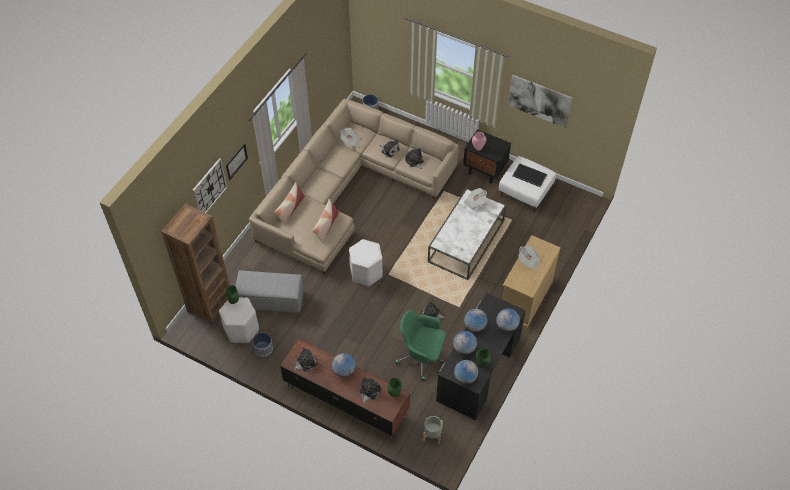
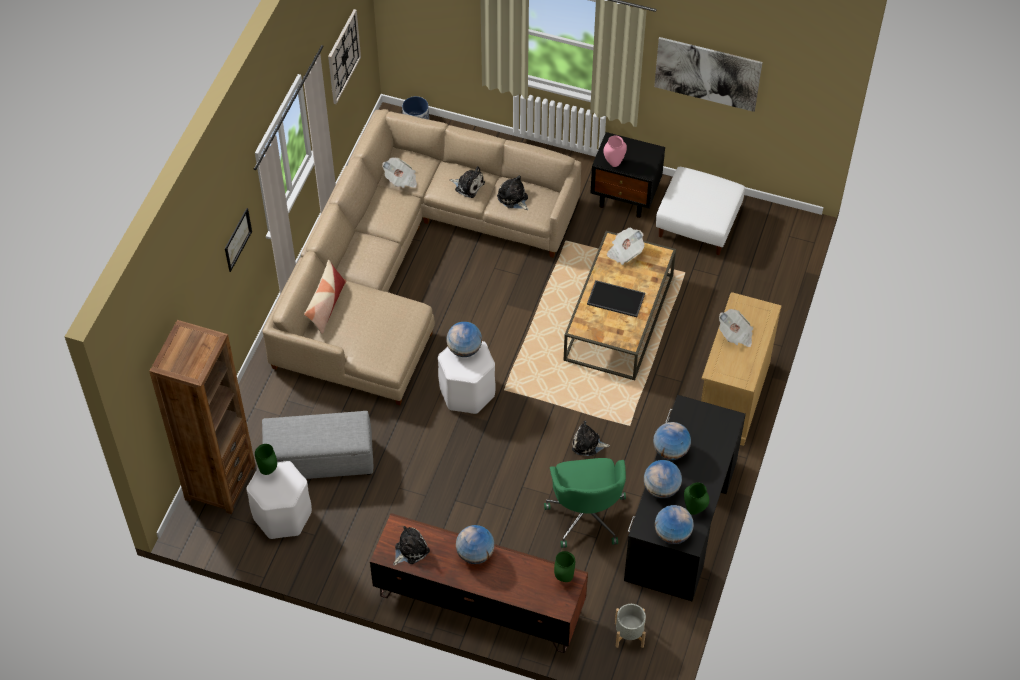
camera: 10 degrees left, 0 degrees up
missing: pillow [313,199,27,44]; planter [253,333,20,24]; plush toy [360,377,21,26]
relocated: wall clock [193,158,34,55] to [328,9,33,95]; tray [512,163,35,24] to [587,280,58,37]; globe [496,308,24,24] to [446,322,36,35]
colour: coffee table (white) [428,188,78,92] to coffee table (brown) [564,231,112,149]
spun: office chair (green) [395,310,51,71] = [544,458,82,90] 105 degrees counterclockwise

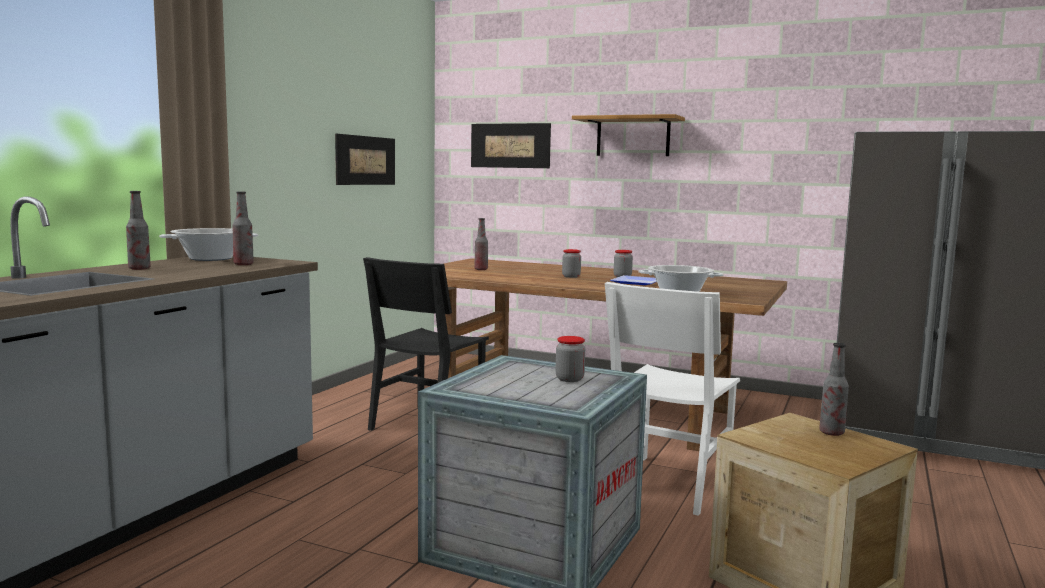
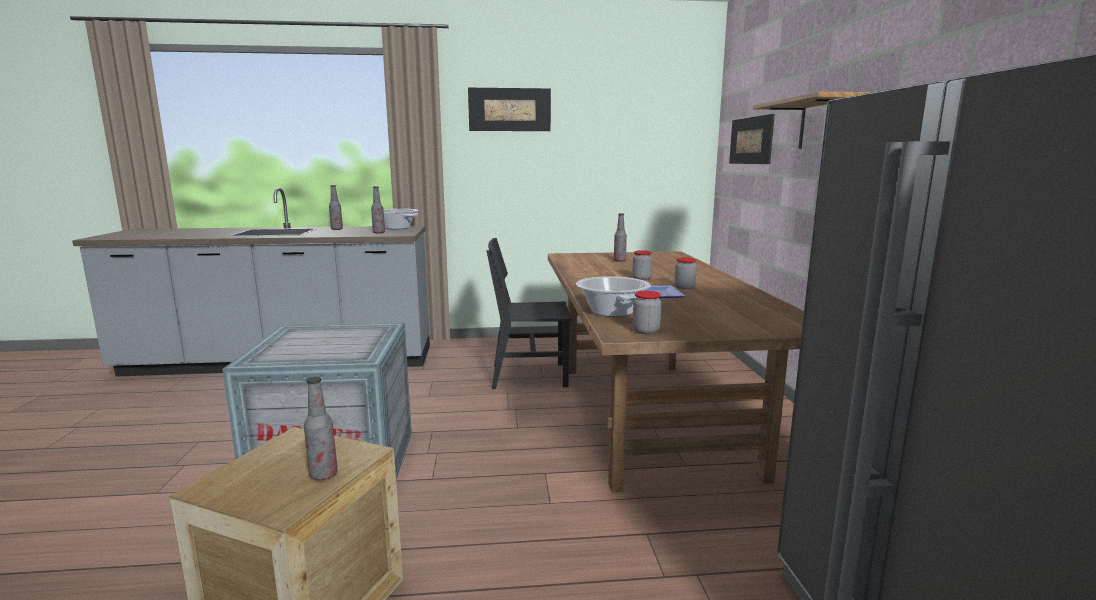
camera: 60 degrees right, 5 degrees up
missing: chair (white) [605,282,135,234]
relocated: picture [335,134,60,51] to [468,88,83,43]; jar [555,336,30,46] to [633,291,28,43]

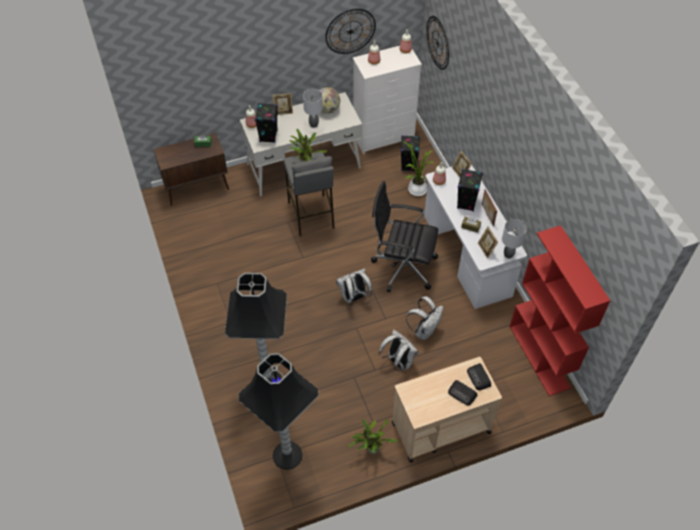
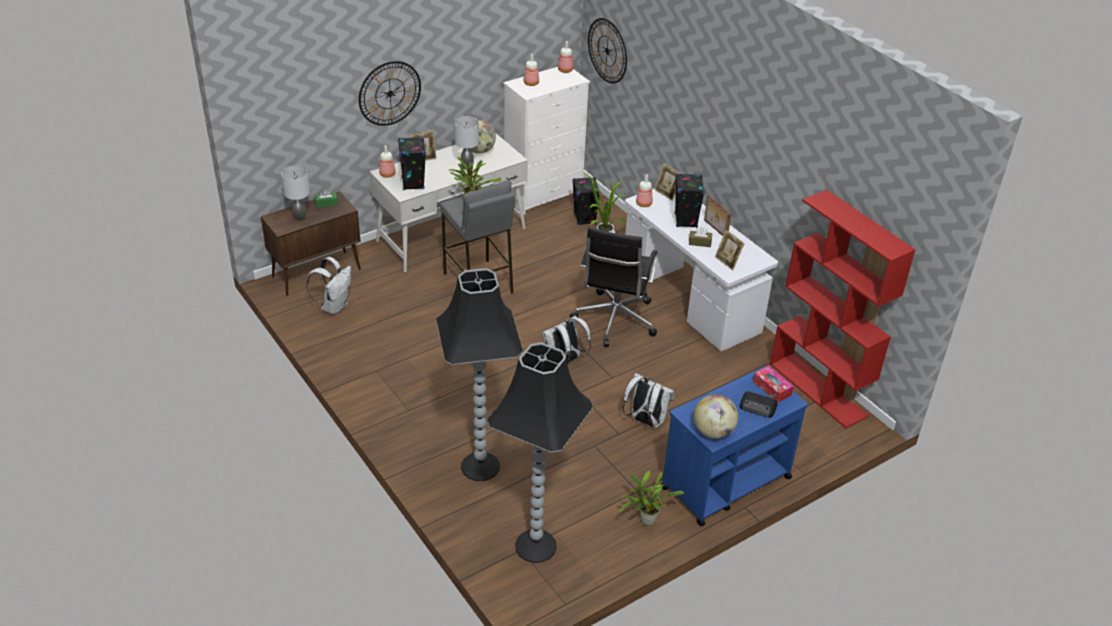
camera: 15 degrees left, 15 degrees down
appeared: globe [694,394,44,45]
relocated: wall clock [325,9,51,45] to [359,61,62,65]; table lamp (grey) [502,219,25,39] to [281,165,29,56]; backpack (white) [406,296,37,44] to [306,257,45,58]
exchanged: radio [467,363,24,27] to tissue box [753,366,41,37]
colour: cart (beige) [392,357,110,106] to cart (blue) [661,367,147,159]
spun: office chair (black) [371,181,67,111] = [570,227,88,120] 75 degrees counterclockwise

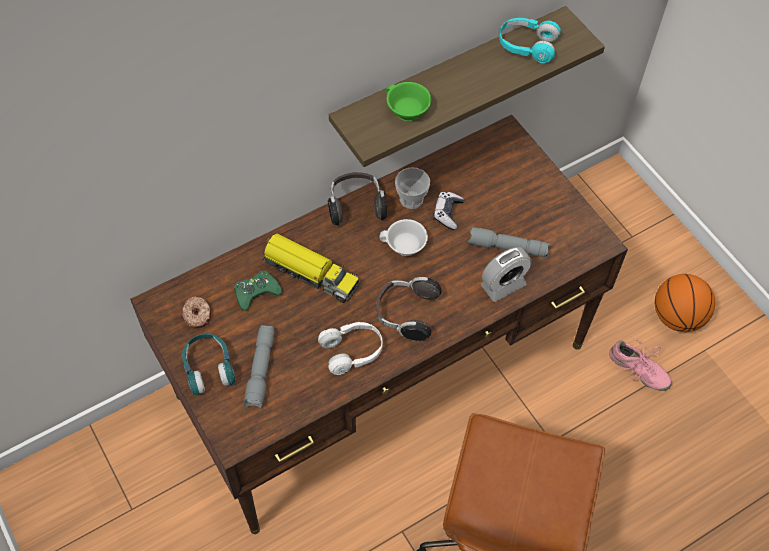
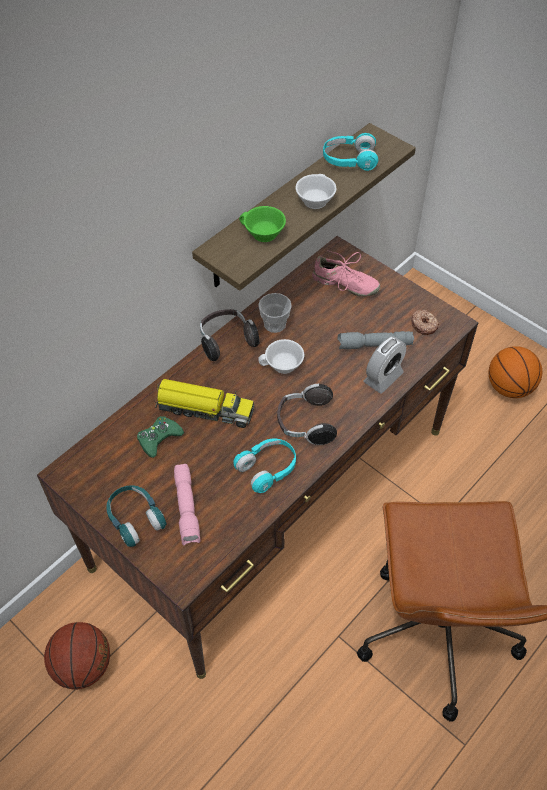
camera: 15 degrees left, 5 degrees down
missing: game controller [433,191,31,39]
appeared: cup (white) [296,174,41,35]; basketball [44,622,66,68]
relocated: donut [182,296,29,32] to [411,310,28,25]; shoe (pink) [609,335,63,56] to [312,250,68,46]
colour: headphones (white) [318,322,65,53] to headphones (turquoise) [233,438,63,55]; flashlight (grey) [244,325,30,84] to flashlight (pink) [174,464,27,81]

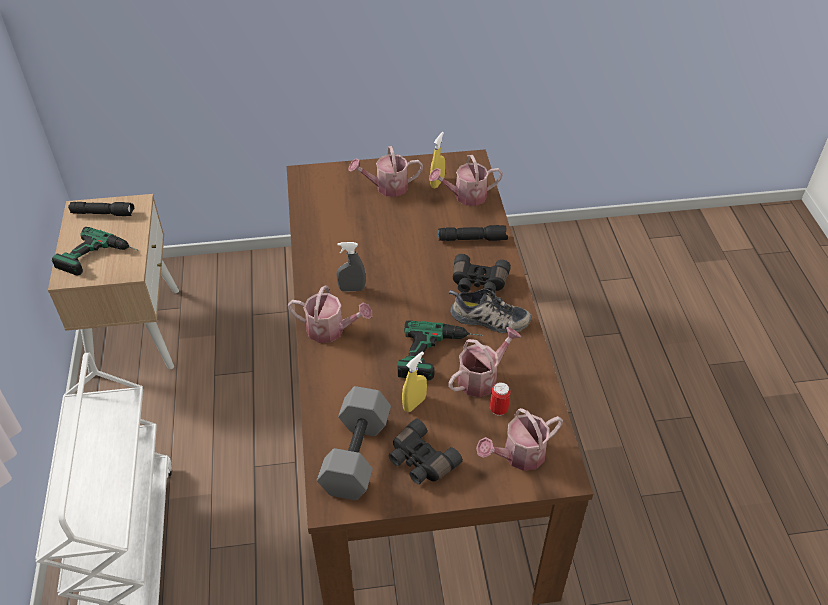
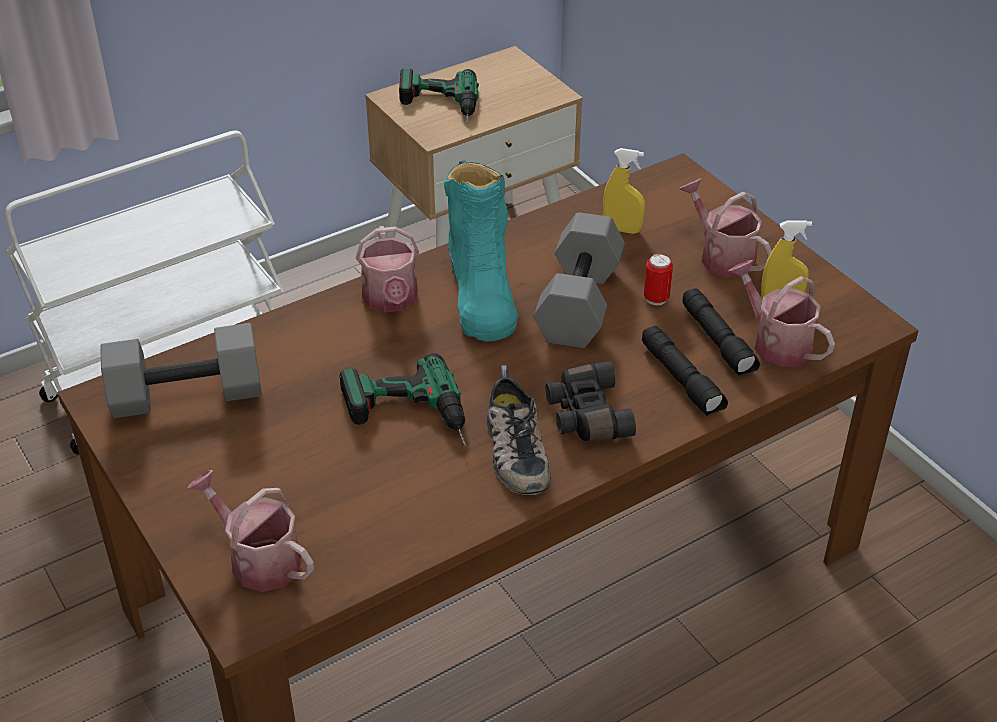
camera: 65 degrees right, 5 degrees down
missing: watering can [448,327,73,70]; binoculars (black) [389,419,74,65]
appeared: dumbbell (grey) [533,212,92,136]
relocated: flashlight (black) [68,202,66,14] to [682,288,78,88]; spray bottle (yellow) [402,351,25,61] to [603,148,42,86]; can [490,382,21,34] to [644,254,29,52]
exchanged: spray bottle (grey) [336,242,29,50] to boot (turquoise) [444,160,74,181]

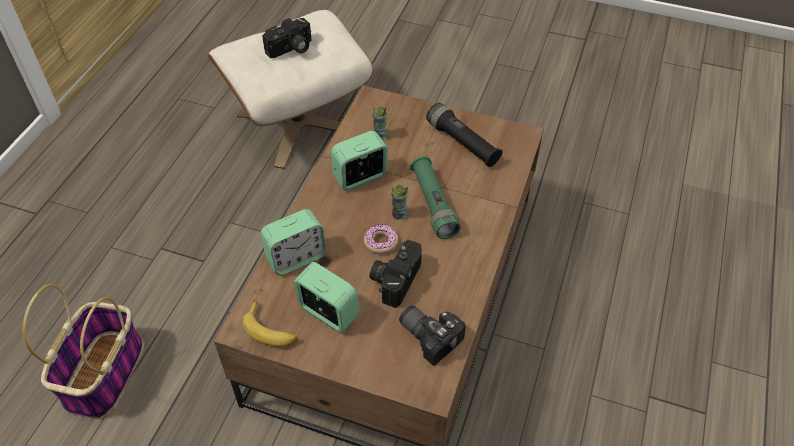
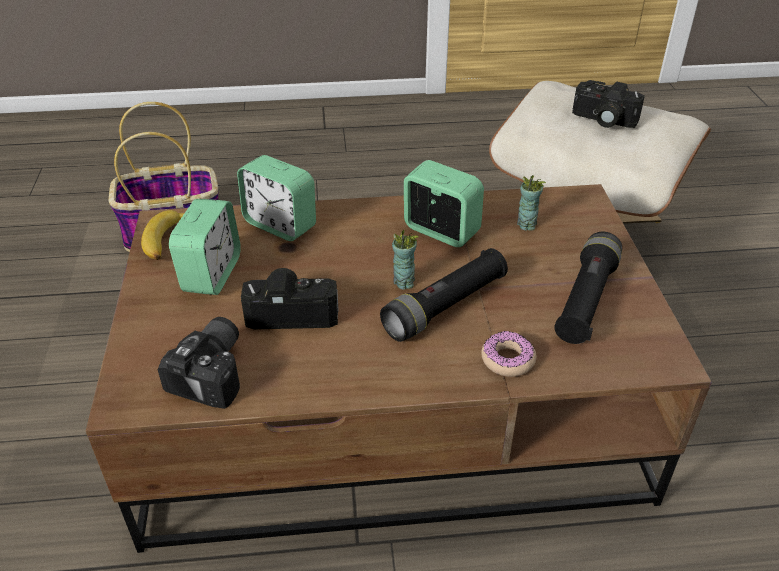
camera: 65 degrees right, 10 degrees down
relocated: donut [364,224,34,30] to [481,331,55,46]
colour: flashlight (green) [410,156,50,83] to flashlight (black) [380,248,128,94]

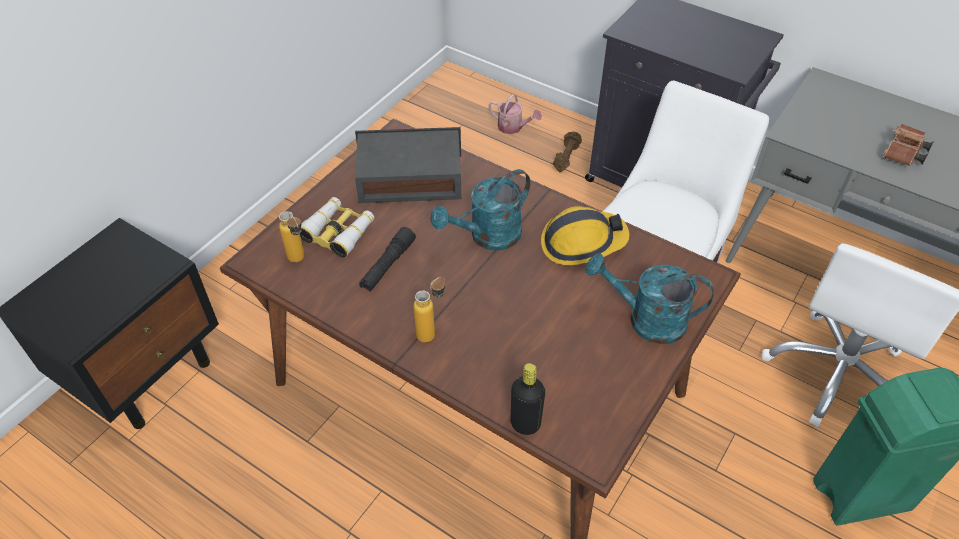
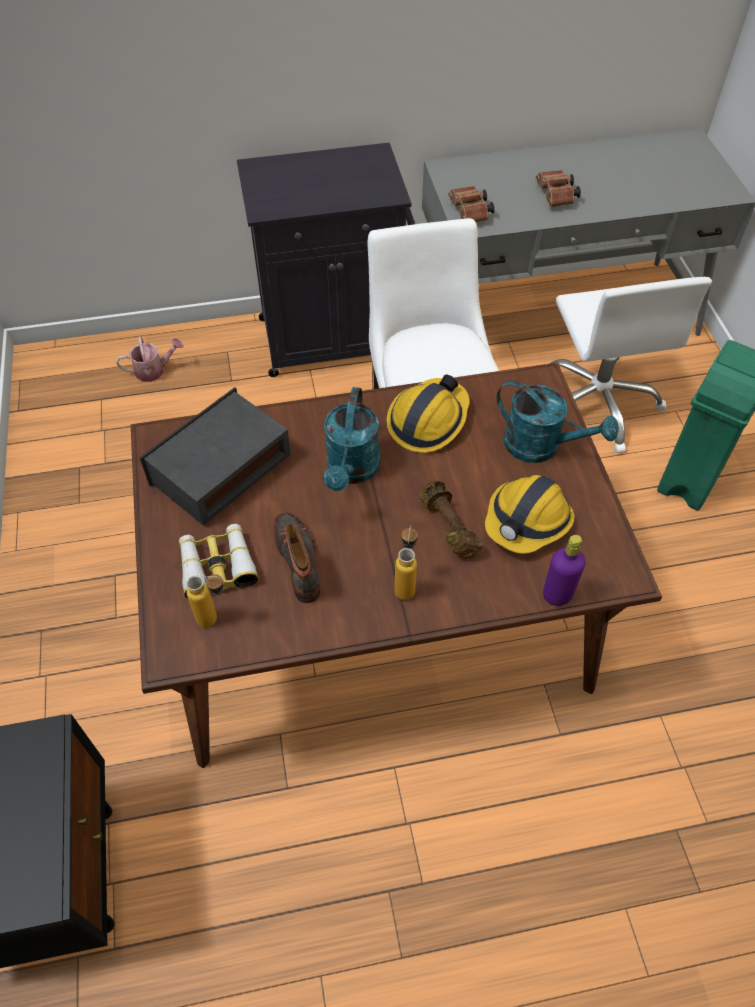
camera: 45 degrees left, 5 degrees up
appeared: binoculars (brown) [448,186,47,36]; hard hat [485,475,89,79]
relocated: dumbbell (brown) [553,132,29,40] to [420,481,62,78]
exchanged: flashlight (black) [359,227,57,65] to boot [274,512,46,91]
colour: bottle (black) [511,363,34,72] to bottle (purple) [543,535,42,71]
spun: watering can (turquoise) [586,253,128,91] = [496,380,123,83] 120 degrees counterclockwise

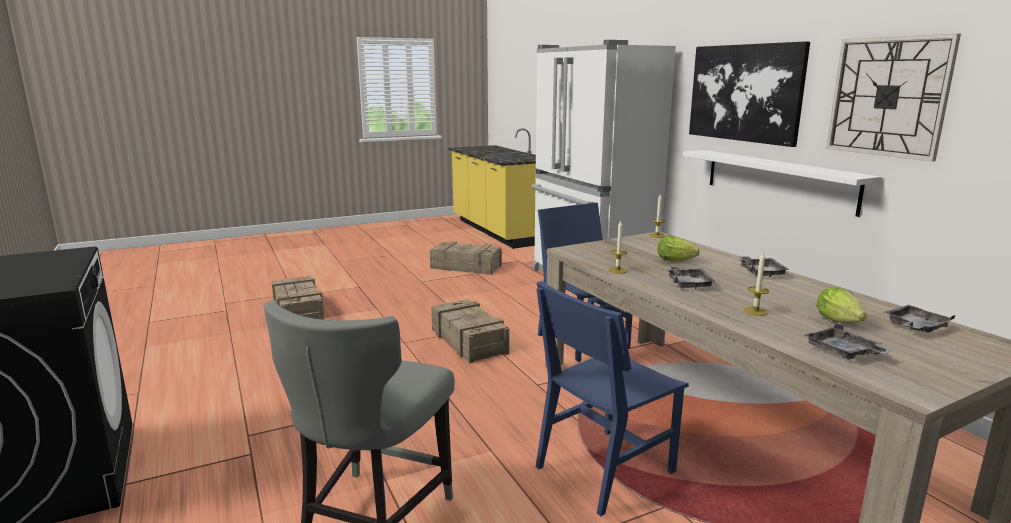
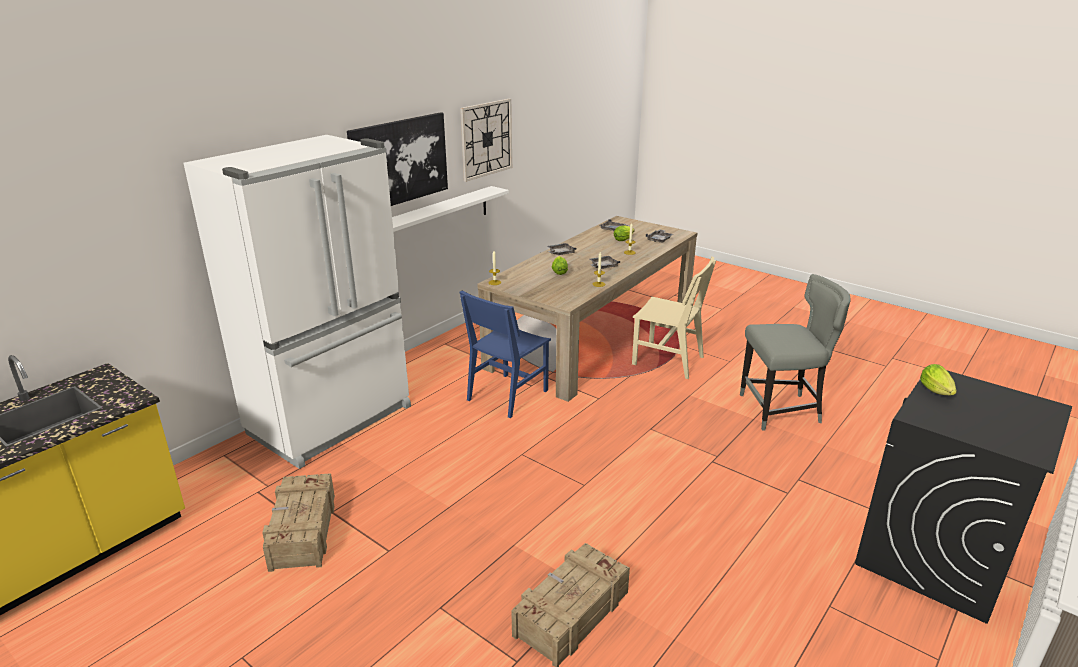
camera: 115 degrees left, 10 degrees up
missing: crate [431,299,78,65]
appeared: lettuce [920,364,37,31]
colour: chair (blue) [536,281,153,235] to chair (beige) [632,257,84,122]

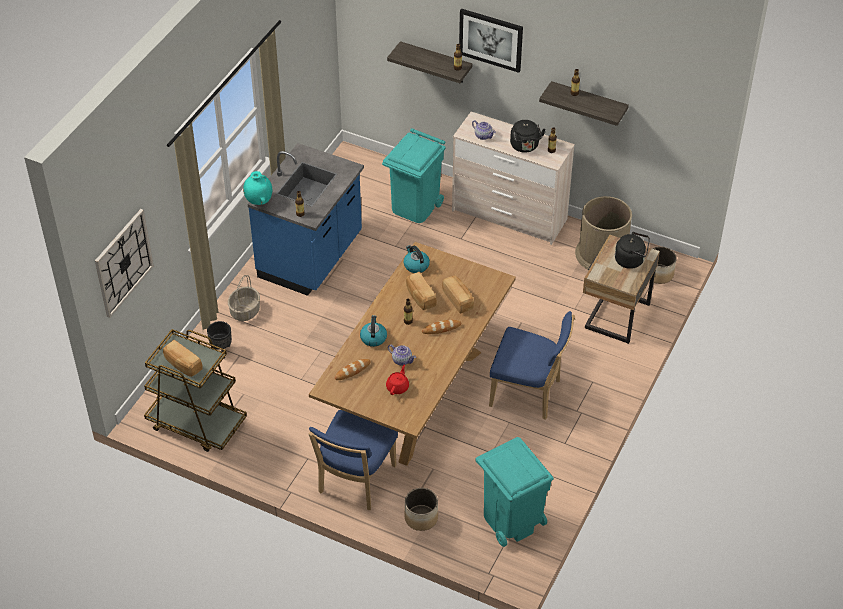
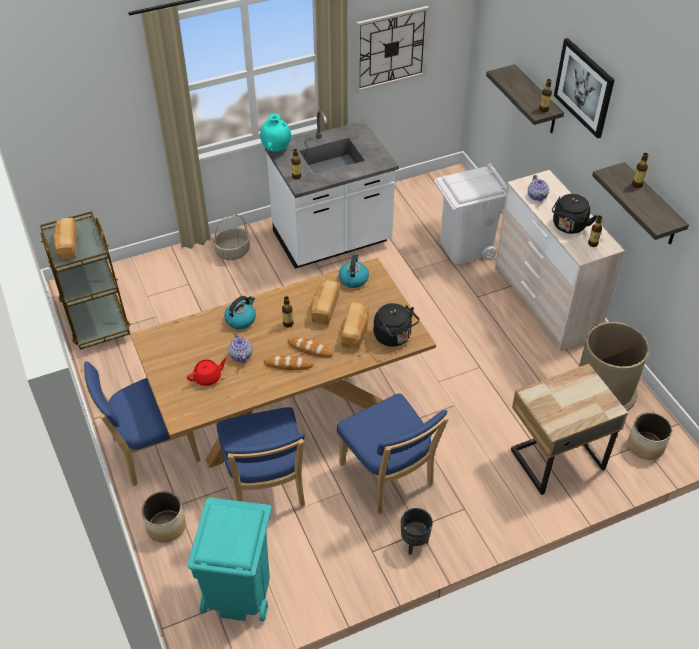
camera: 40 degrees right, 0 degrees up
appeared: chair (blue) [217,407,88,100]
relocated: wall clock [95,209,59,109] to [356,6,73,86]; kettle (black) [615,232,35,37] to [374,303,45,44]; planter (black) [207,321,25,38] to [401,508,32,47]; bread [335,359,36,21] to [263,355,50,15]
colour: trash can (turquoise) [382,128,63,95] to trash can (white) [434,163,73,101]; counter (blue) [248,143,116,153] to counter (white) [265,110,134,159]

